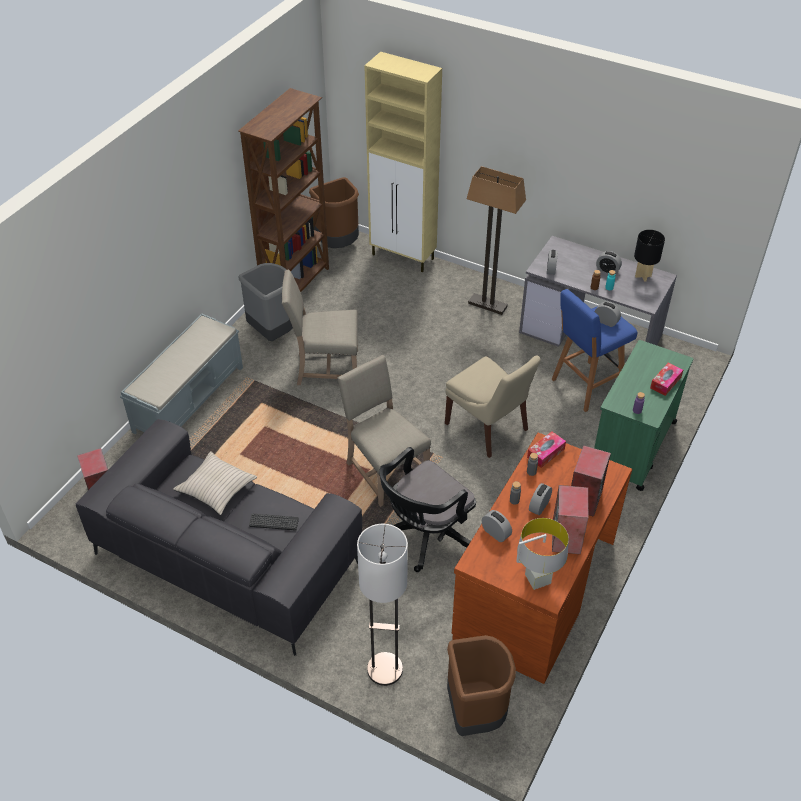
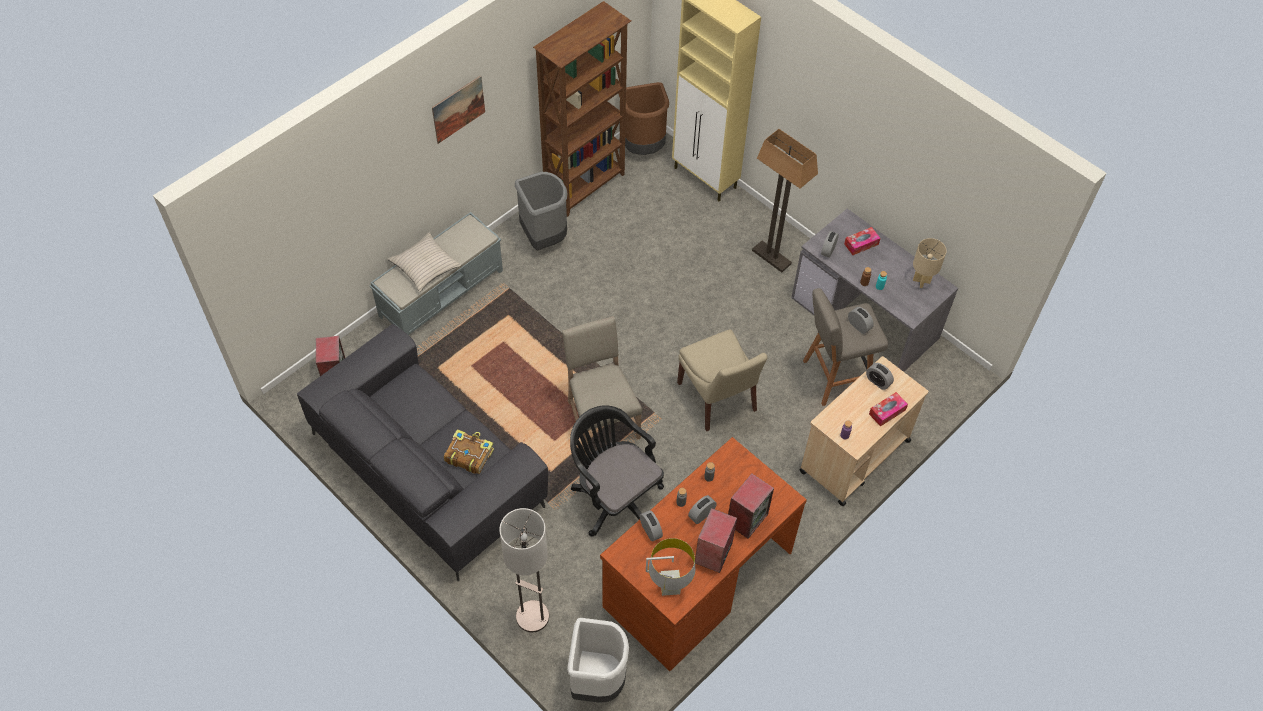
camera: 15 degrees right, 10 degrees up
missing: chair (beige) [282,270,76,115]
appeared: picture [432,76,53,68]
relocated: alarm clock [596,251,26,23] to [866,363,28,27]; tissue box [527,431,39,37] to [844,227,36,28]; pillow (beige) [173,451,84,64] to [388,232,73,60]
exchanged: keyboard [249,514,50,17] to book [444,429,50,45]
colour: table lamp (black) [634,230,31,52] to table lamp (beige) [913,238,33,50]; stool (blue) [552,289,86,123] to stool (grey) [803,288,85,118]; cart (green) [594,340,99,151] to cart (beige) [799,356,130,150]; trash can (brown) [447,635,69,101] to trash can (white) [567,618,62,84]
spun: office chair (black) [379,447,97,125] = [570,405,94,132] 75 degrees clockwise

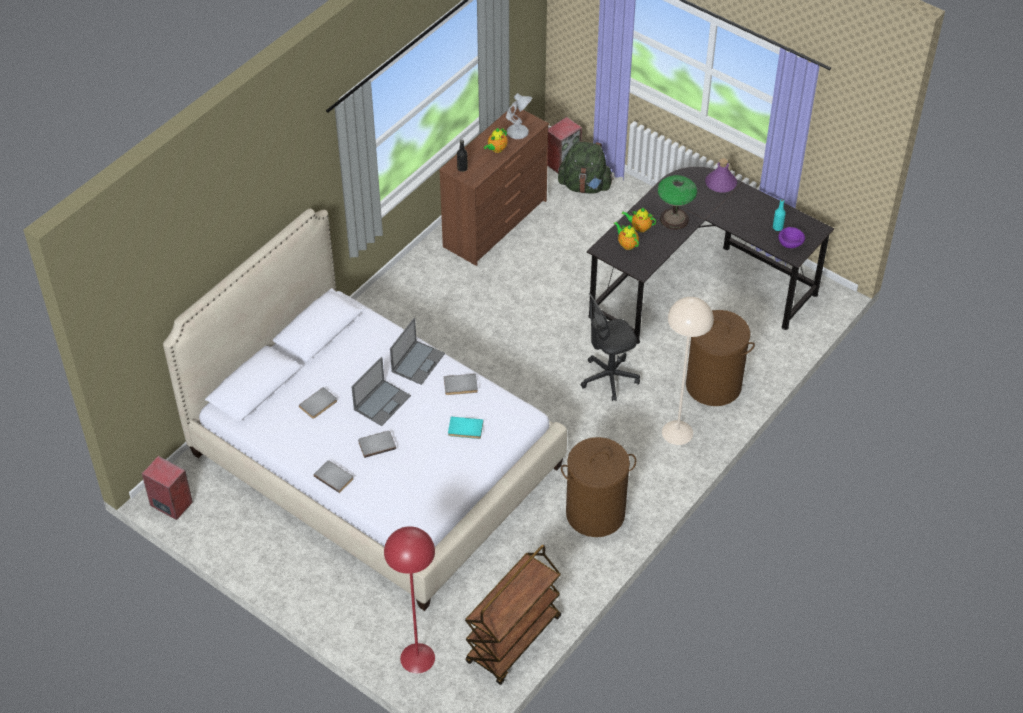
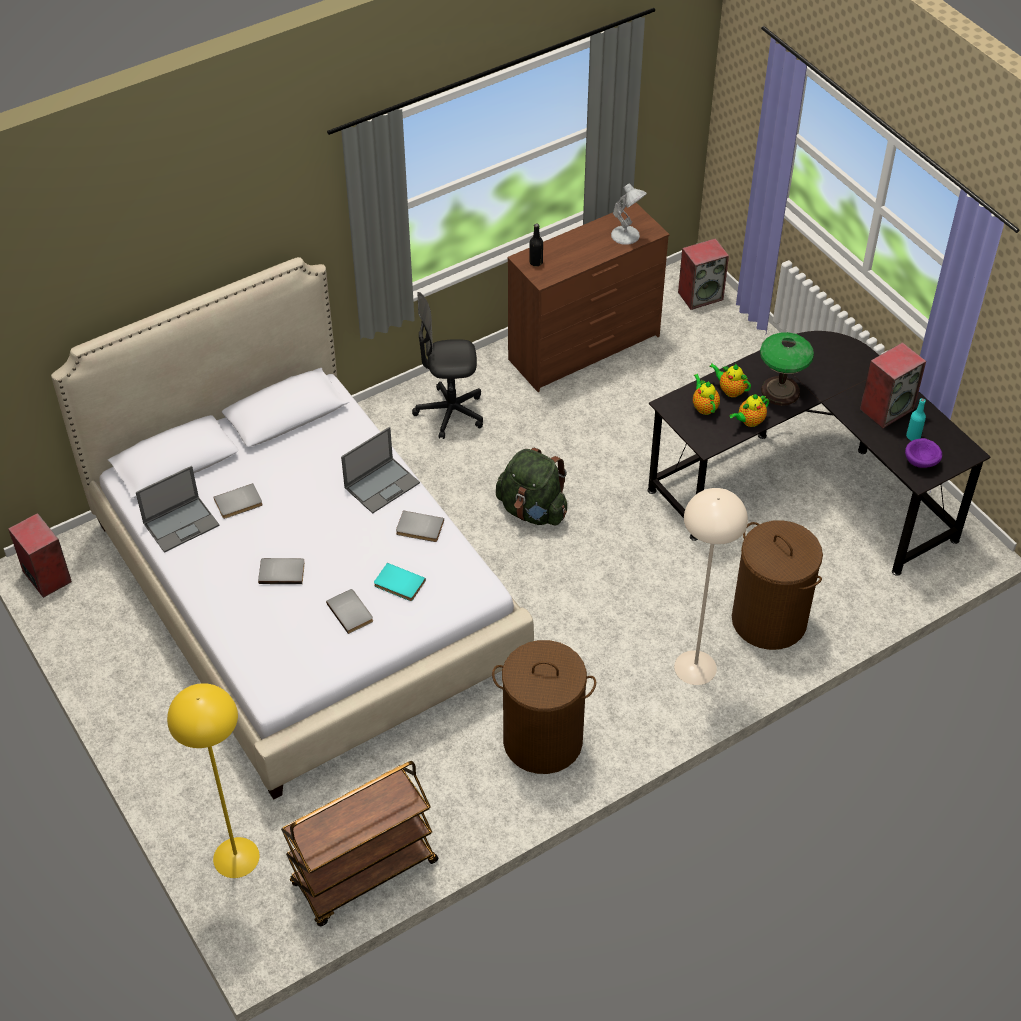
camera: 20 degrees right, 0 degrees up
missing: bottle (purple) [705,158,32,35]
appeared: speaker [860,342,66,86]
relocated: teapot [484,128,24,25] to [730,394,39,33]; backpack (green) [558,141,55,52] to [496,448,71,77]; office chair (black) [581,293,59,108] to [412,292,71,147]; laptop [352,357,59,69] to [136,466,84,87]; book (grey) [314,460,39,33] to [326,589,47,45]
colour: floor lamp (red) [384,526,51,147] to floor lamp (yellow) [167,683,93,195]

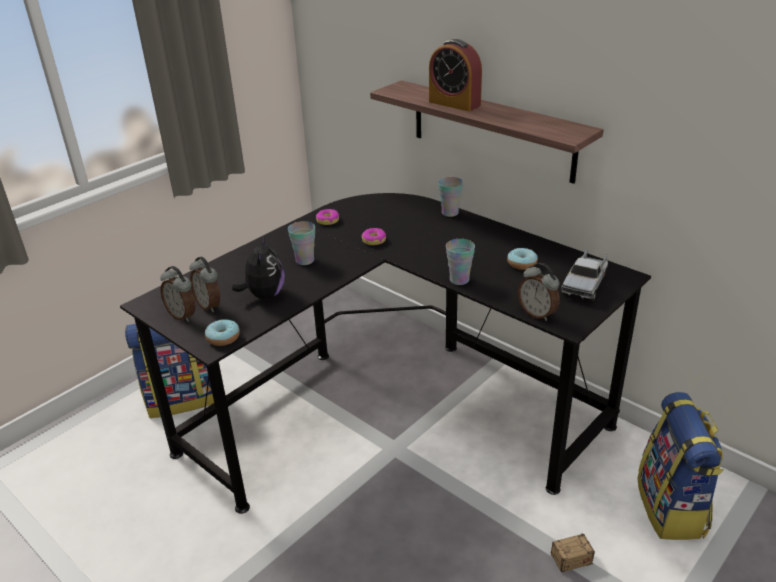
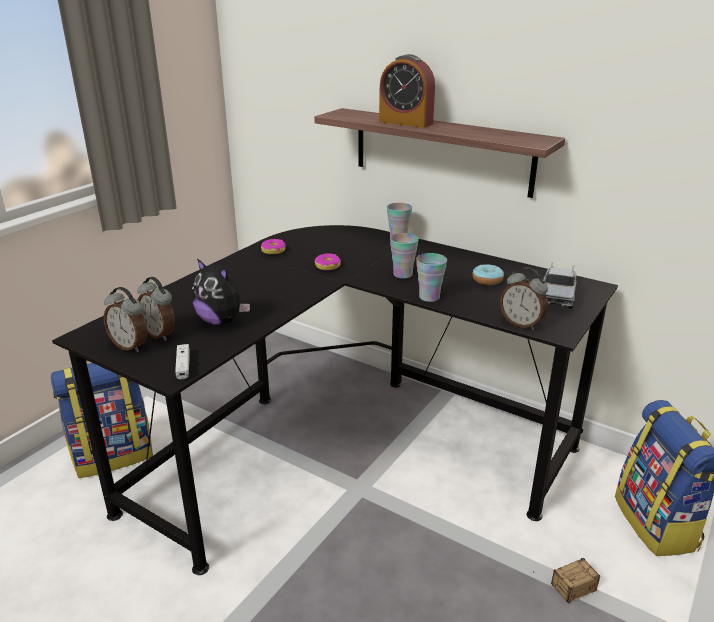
camera: 10 degrees left, 5 degrees down
relocated: cup [288,221,27,44] to [390,233,29,46]
exchanged: donut [205,319,35,27] to game controller (white) [175,344,15,35]
spun: plush toy [232,237,53,62] = [192,258,58,68] 135 degrees clockwise

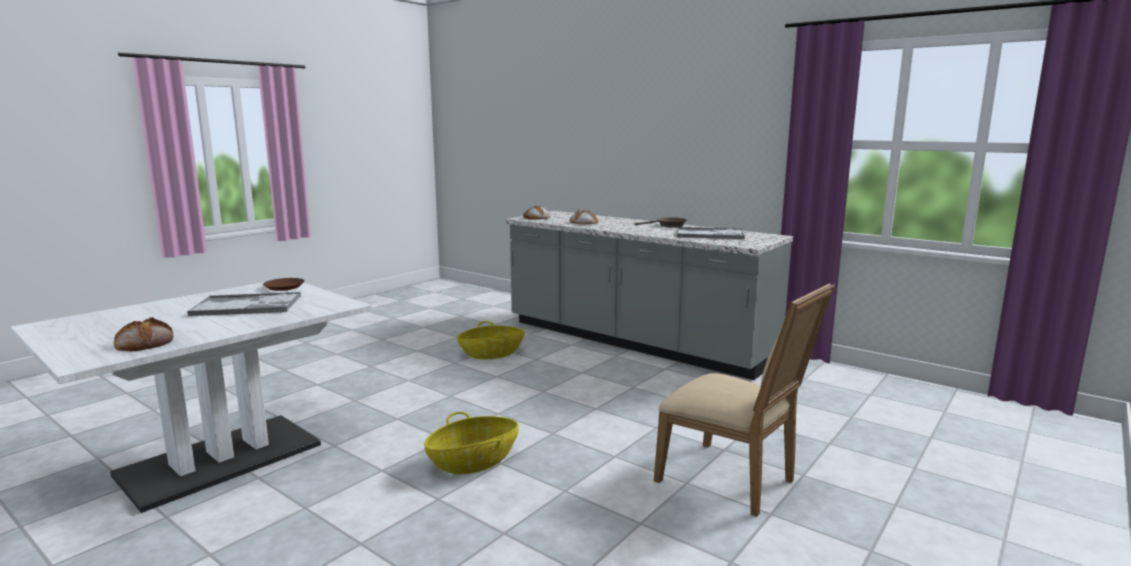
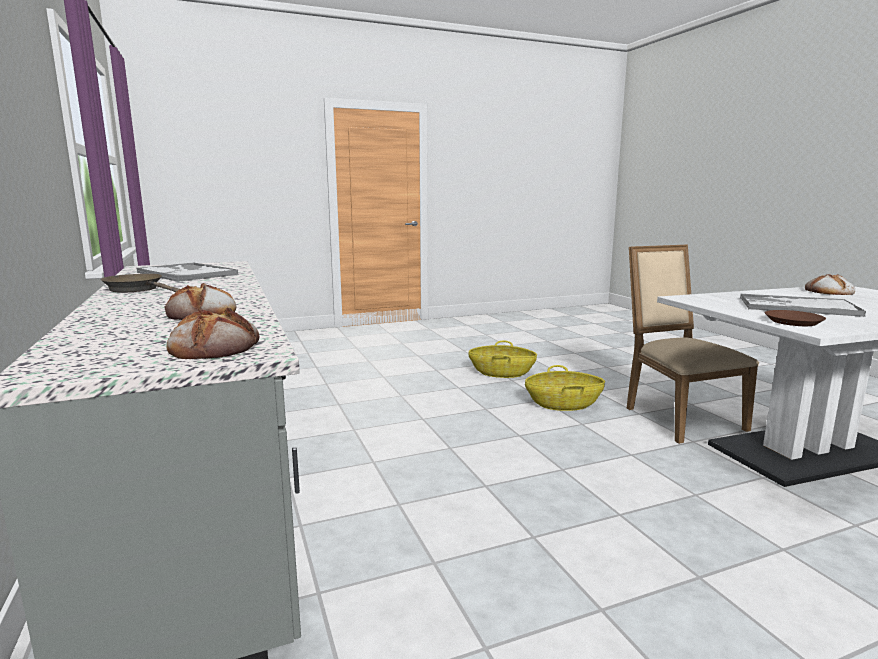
camera: 150 degrees left, 0 degrees up
relocated: chair (beige) [654,283,180,234] to [627,244,132,200]; basket [457,321,68,38] to [468,341,69,37]

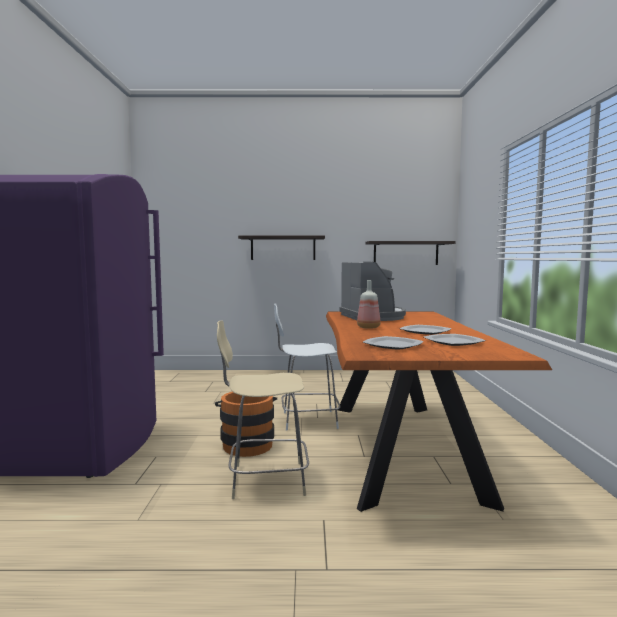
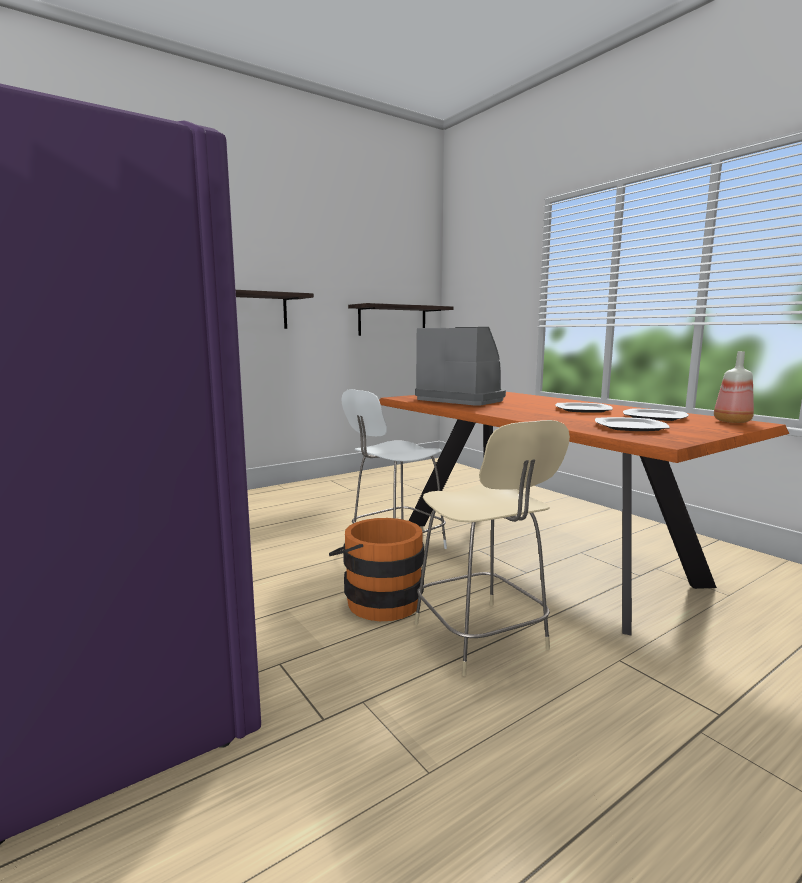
camera: 35 degrees left, 5 degrees up
relocated: bottle [357,280,24,49] to [714,351,40,72]
spun: chair (beige) [217,320,92,179] = [415,420,155,256] 75 degrees counterclockwise

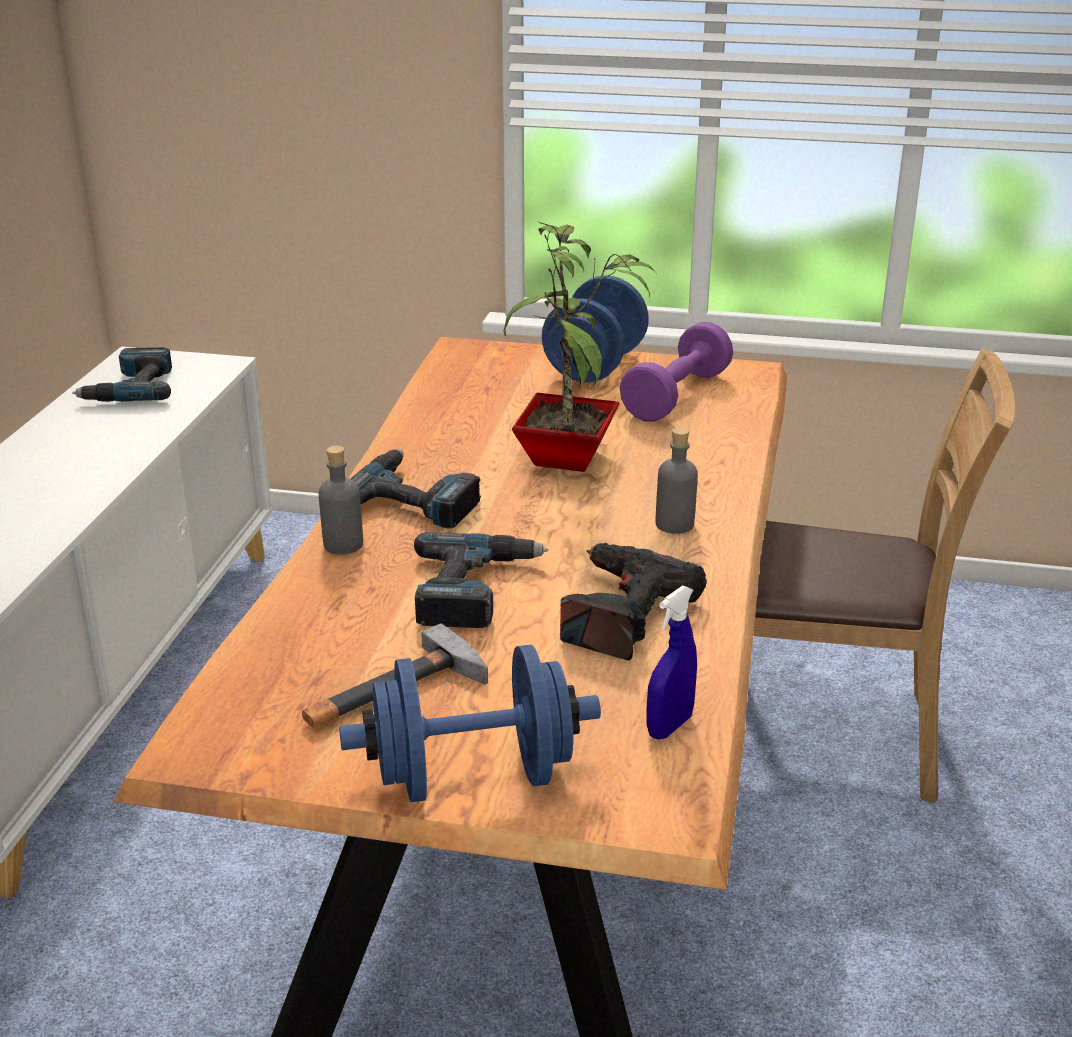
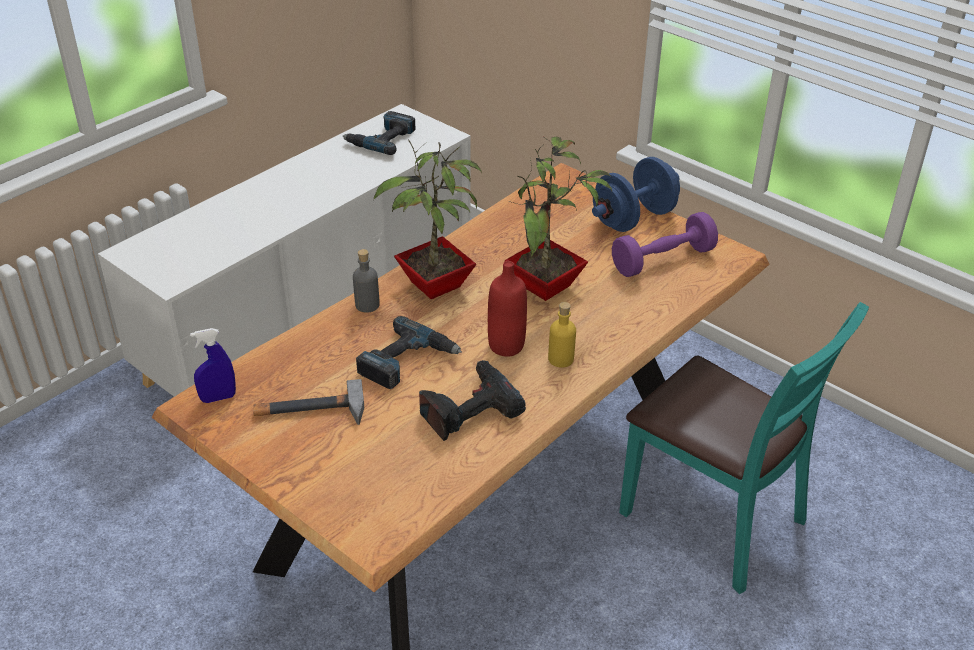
camera: 30 degrees right, 10 degrees up
missing: dumbbell (blue) [339,644,262,158]
appeared: bottle (red) [488,261,39,96]
relocated: spray bottle (blue) [647,585,50,155] to [190,328,46,75]
exchanged: power drill [350,449,131,80] to potted plant [374,139,108,160]
colour: chair (brown) [753,349,262,454] to chair (turquoise) [619,302,250,292]; bottle (grey) [655,427,43,107] to bottle (yellow) [548,302,28,66]

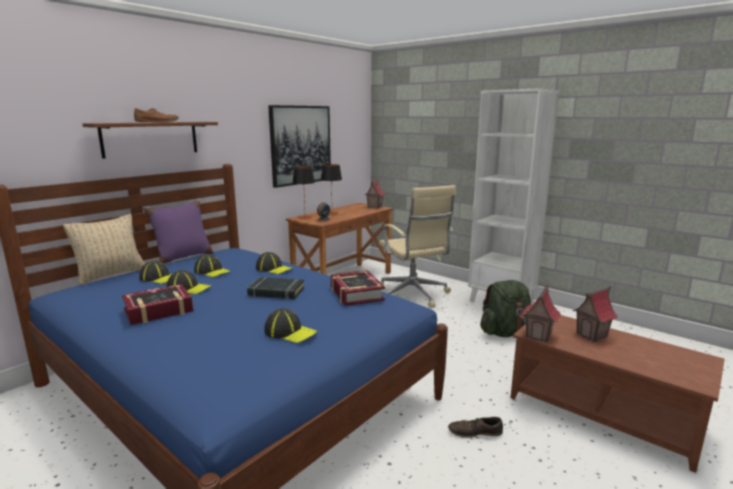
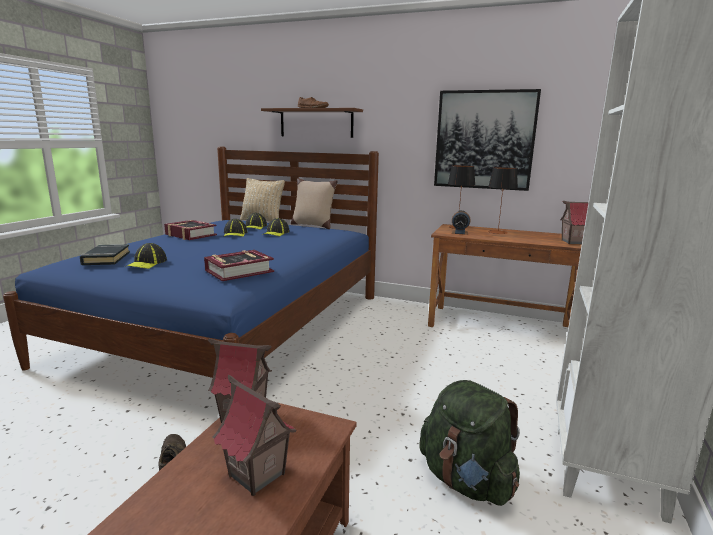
camera: 70 degrees right, 0 degrees up
missing: office chair (beige) [379,185,77,123]; cap [256,252,36,22]
relocated: book (black) [247,277,57,23] to [80,244,50,21]
colour: pillow (purple) [144,200,69,64] to pillow (beige) [291,178,46,51]

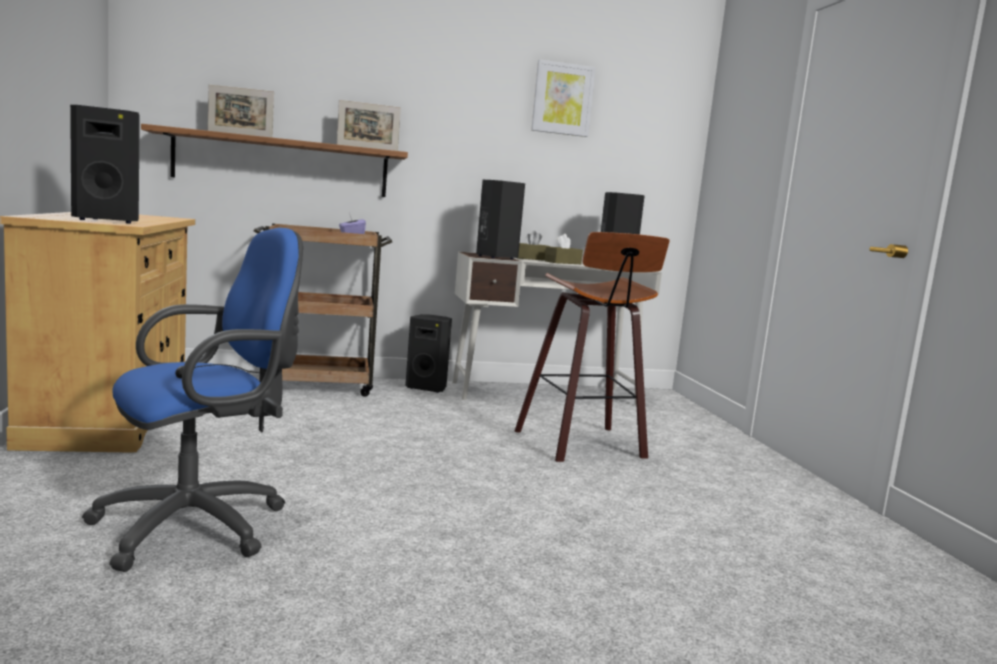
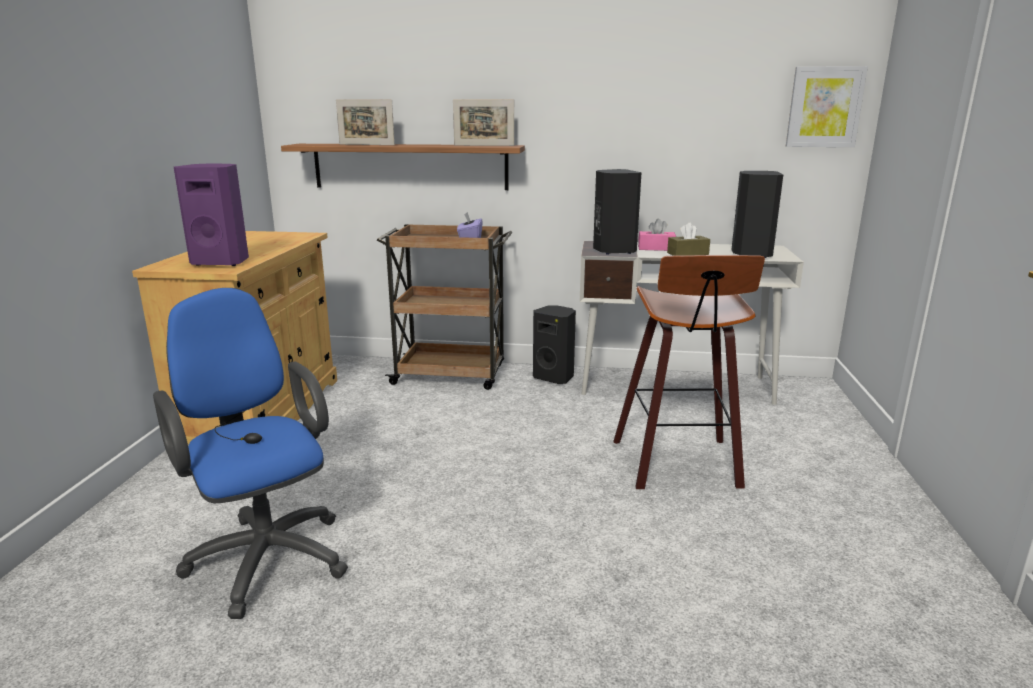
camera: 20 degrees right, 10 degrees up
relocated: picture [531,59,65,78] to [786,66,82,81]
colour: speaker (black) [70,105,70,119] to speaker (purple) [174,164,75,102]; tissue box (brown) [518,231,33,30] to tissue box (pink) [638,219,38,32]
spun: office chair (blue) [82,228,221,344] = [153,288,195,331] 105 degrees counterclockwise

